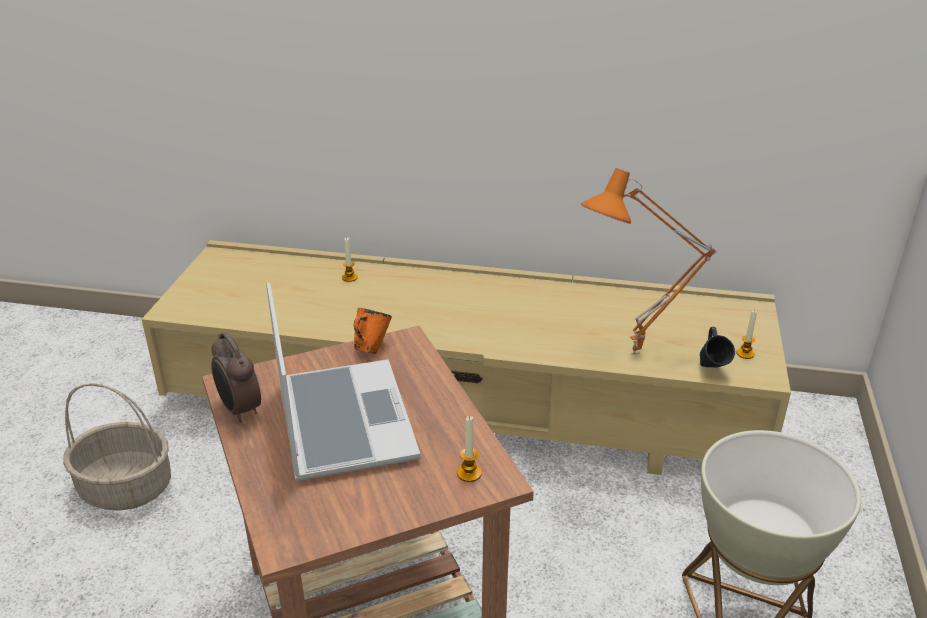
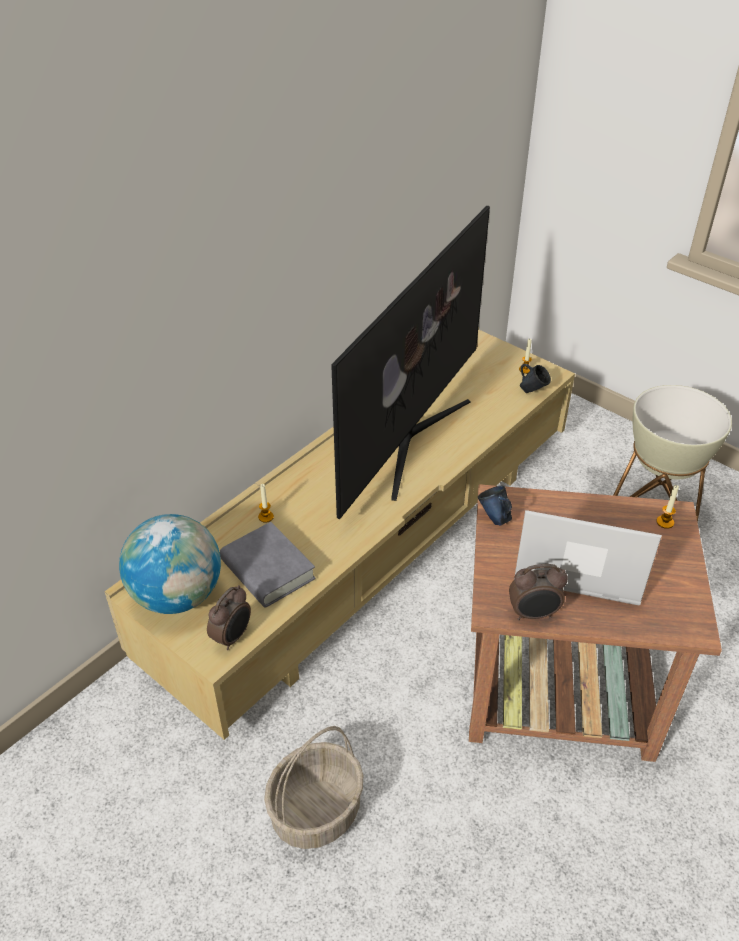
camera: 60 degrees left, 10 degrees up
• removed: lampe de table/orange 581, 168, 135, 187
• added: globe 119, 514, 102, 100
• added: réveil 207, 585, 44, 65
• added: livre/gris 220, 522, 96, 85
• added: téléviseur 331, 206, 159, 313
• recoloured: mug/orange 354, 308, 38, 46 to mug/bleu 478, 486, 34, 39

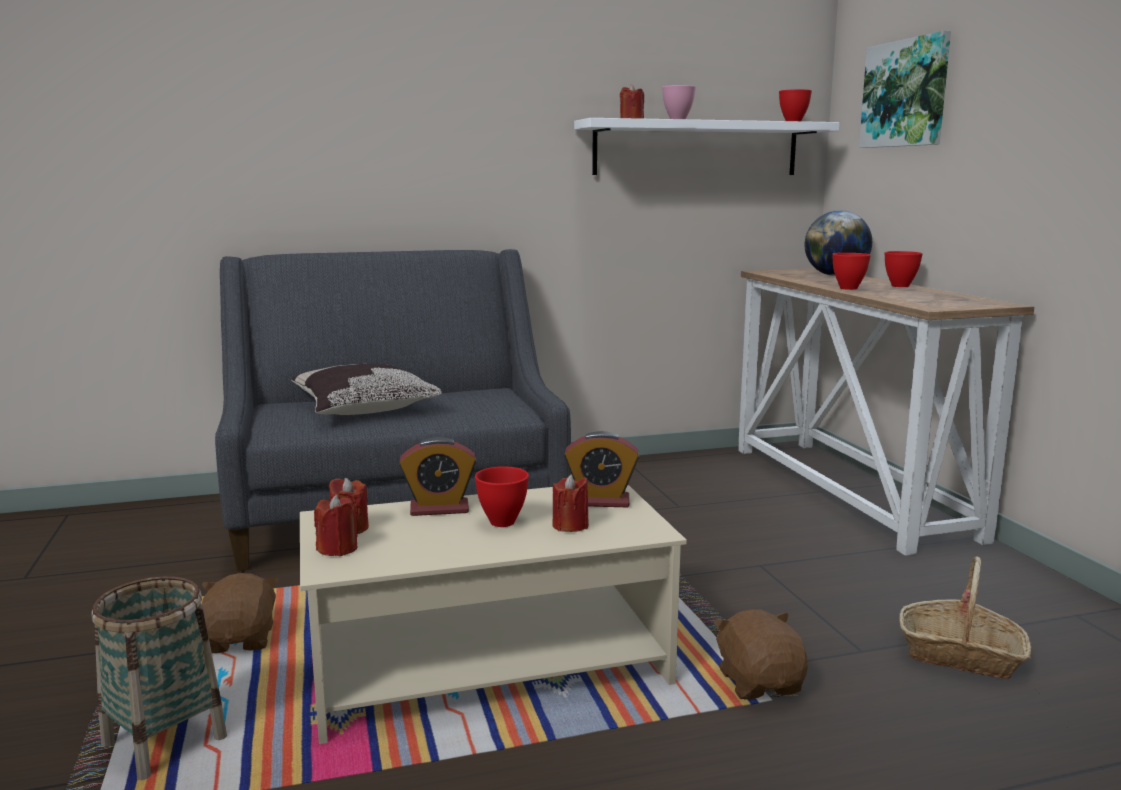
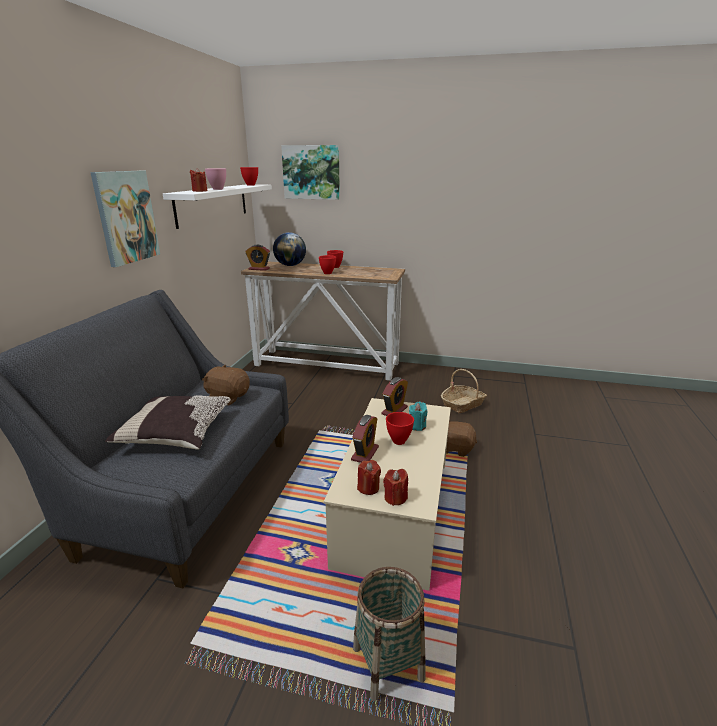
camera: 60 degrees left, 10 degrees up
• added: tableau 90, 171, 70, 96
• added: réveil 245, 245, 25, 26
• moved: peluche/marron 202, 573, 76, 80 to 202, 365, 48, 41
• recoloured: bougie/rouge 553, 474, 36, 58 to bougie/turquoise 409, 402, 19, 29

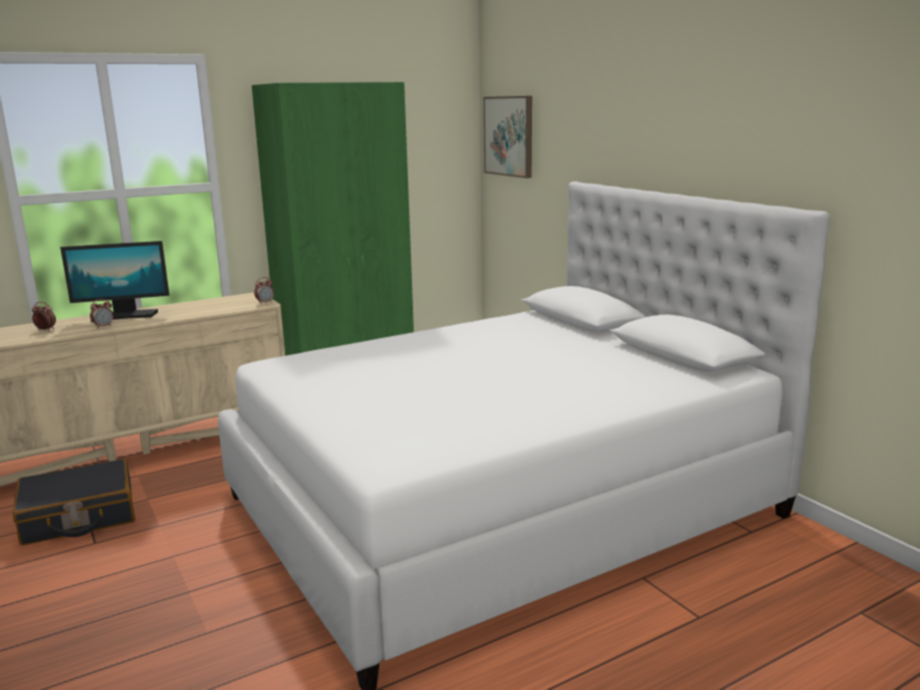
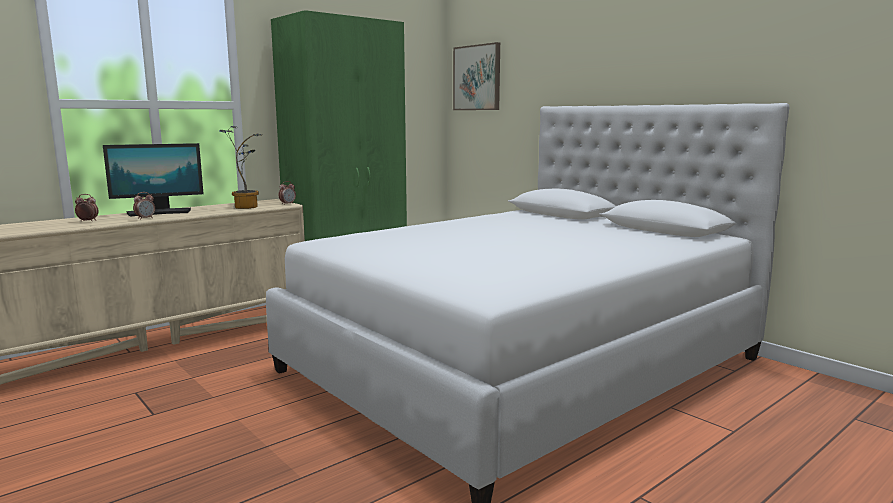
camera: 10 degrees left, 5 degrees down
• removed: valise/noir 13, 459, 122, 86
• added: plante en pot 219, 126, 43, 83

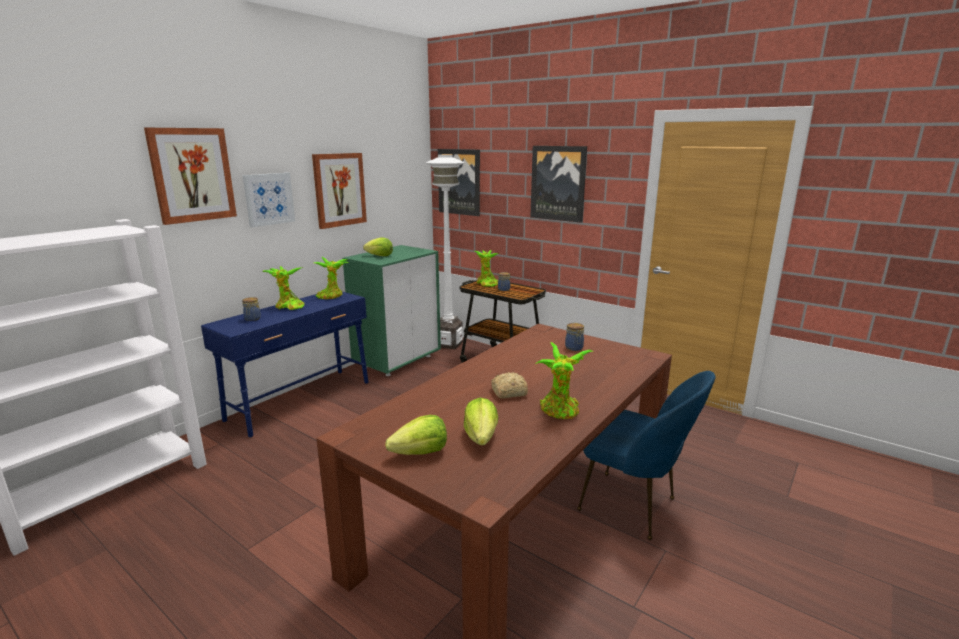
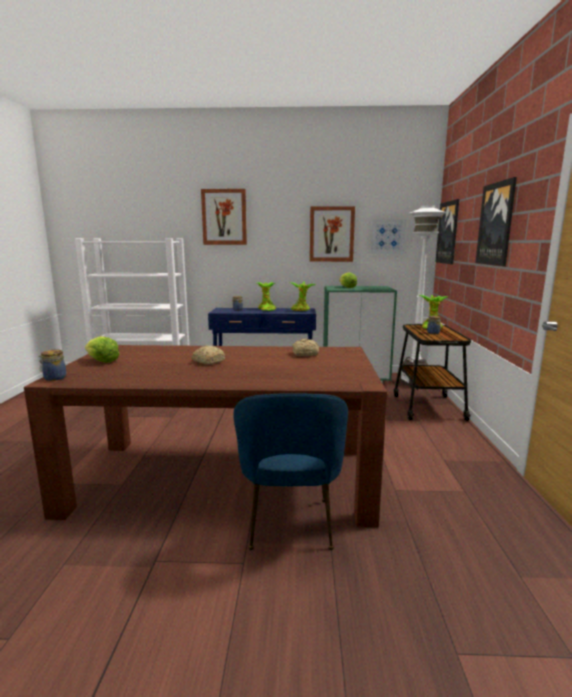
camera: 55 degrees right, 5 degrees down
• removed: laitue 464, 398, 34, 47
• removed: plante en pot 536, 342, 57, 77
• added: pain 293, 339, 26, 17
• moved: tableau 243, 173, 52, 54 to 370, 219, 36, 35
• moved: bocal 565, 323, 19, 28 to 39, 350, 27, 31

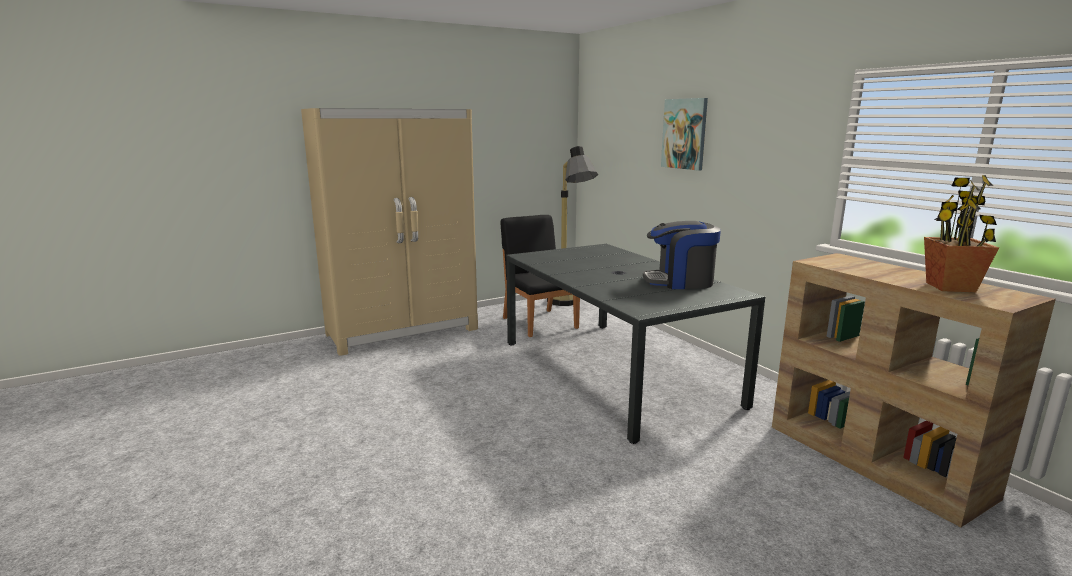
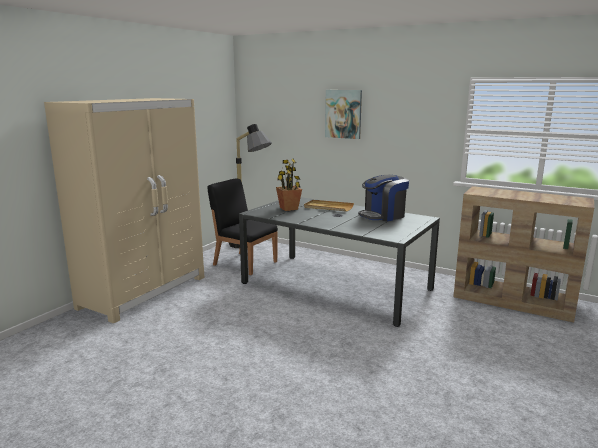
camera: 30 degrees left, 0 degrees up
• added: plateau/beige 304, 200, 50, 12
• moved: plante en pot 924, 175, 75, 117 to 276, 159, 26, 52

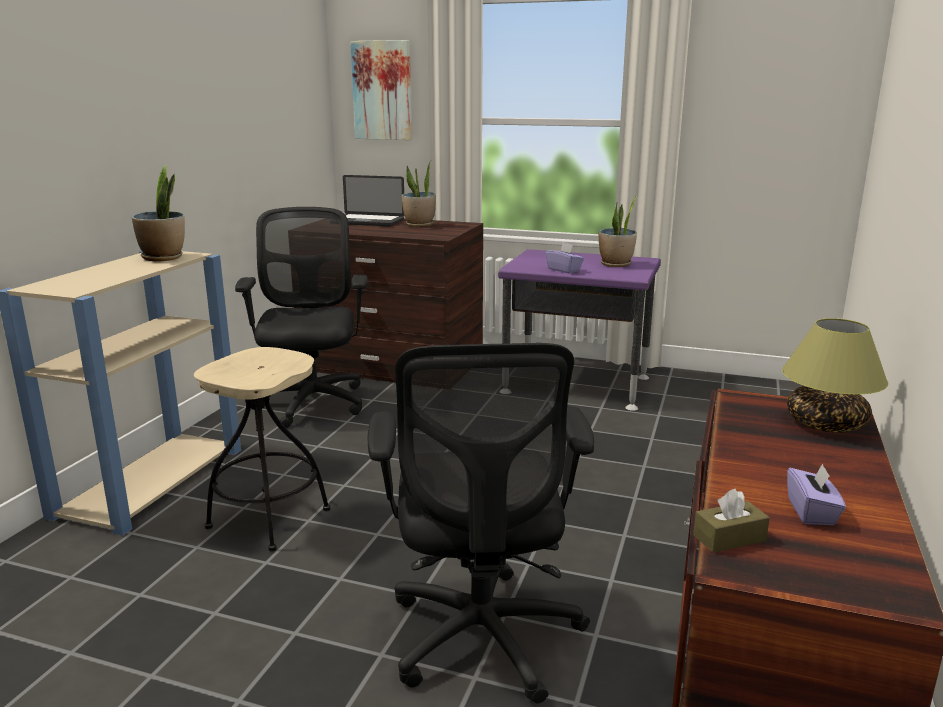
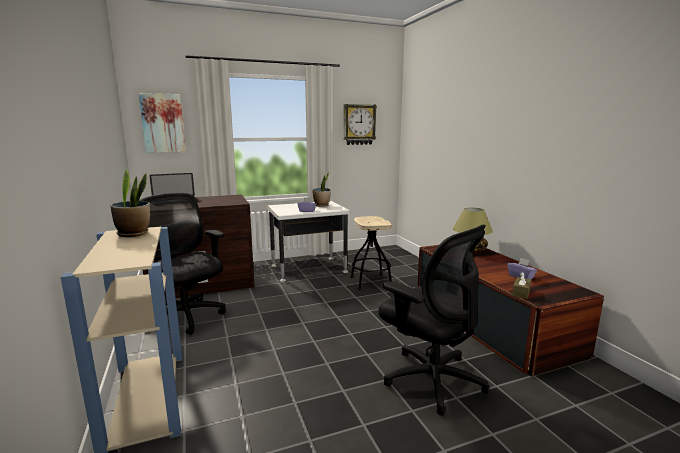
camera: 40 degrees left, 5 degrees down
• removed: plante en pot 401, 161, 35, 66
• added: horloge murale 344, 104, 33, 41
• moved: tabouret/beige 194, 347, 136, 205 to 351, 216, 41, 74
• recoloured: bureau/violet 498, 249, 163, 162 to bureau/blanc 267, 201, 84, 81

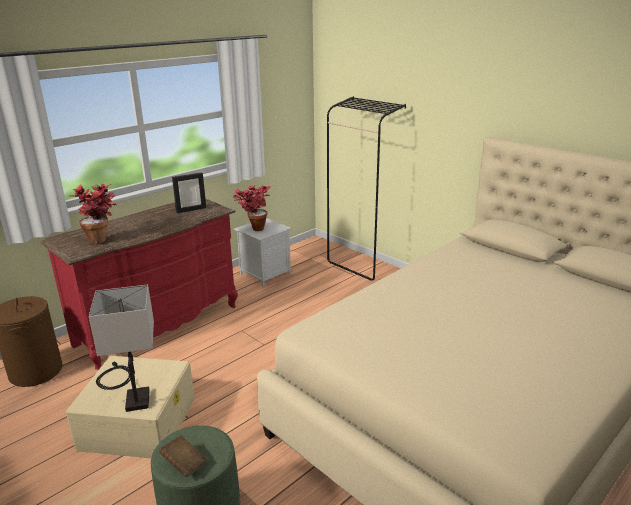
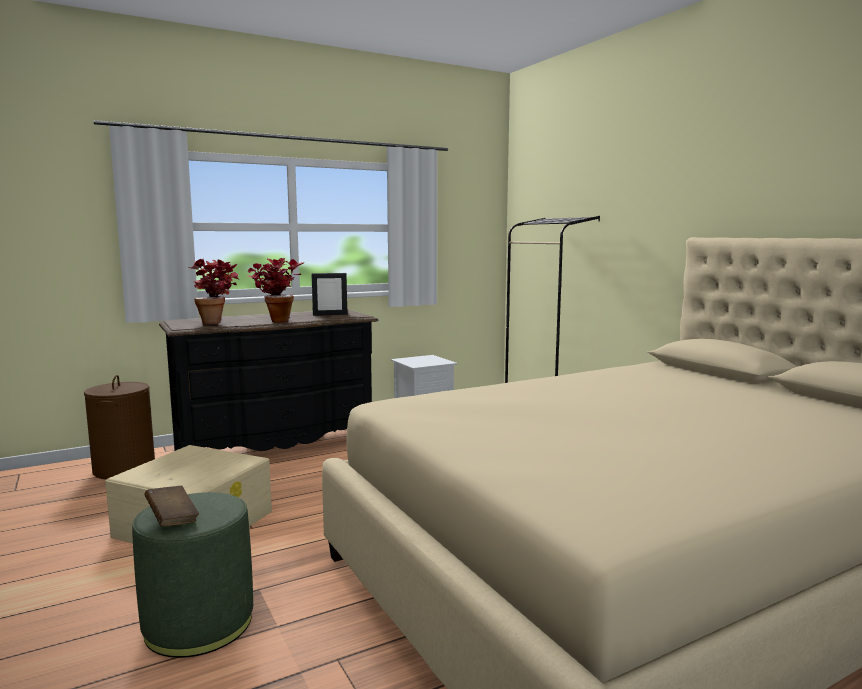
camera: 15 degrees right, 15 degrees down
• removed: lampe de table 89, 285, 65, 127
• moved: plante en pot 233, 185, 38, 46 to 248, 258, 57, 65
• recoloured: commode/rouge 41, 198, 197, 172 to commode/noir 159, 309, 220, 142

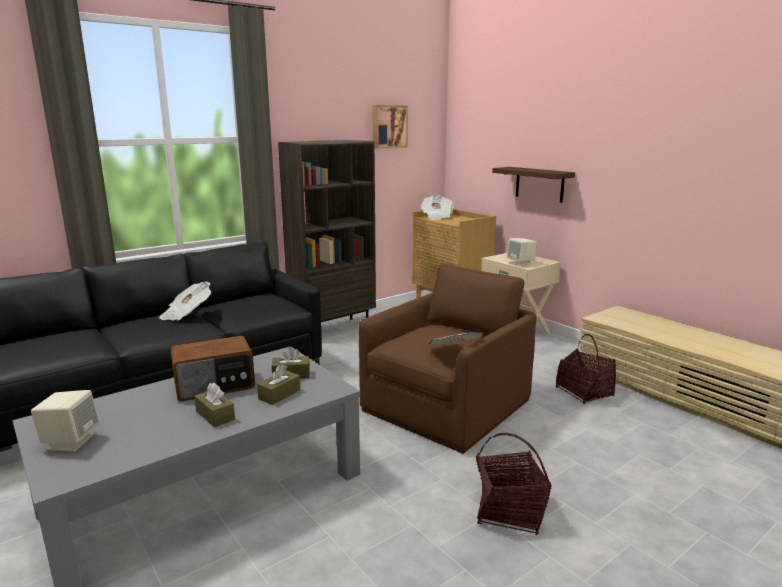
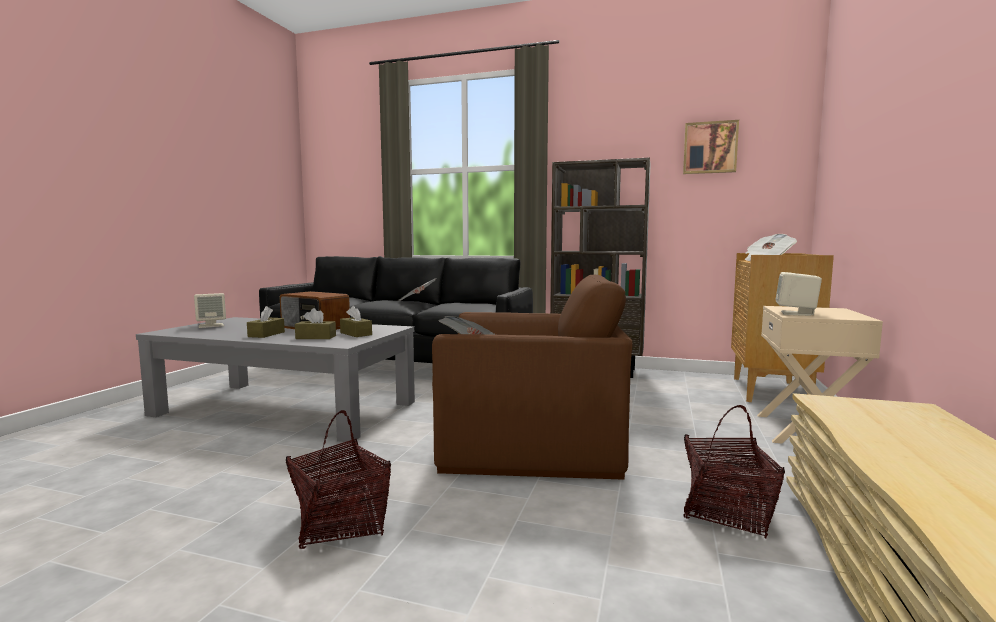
camera: 55 degrees right, 10 degrees down
• removed: étagère 492, 167, 83, 36

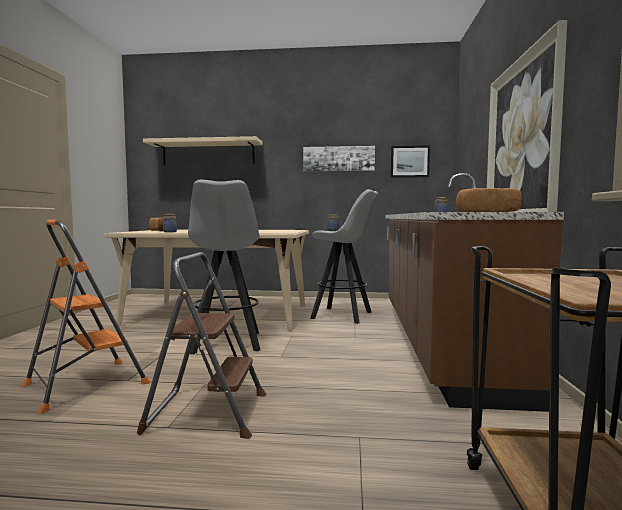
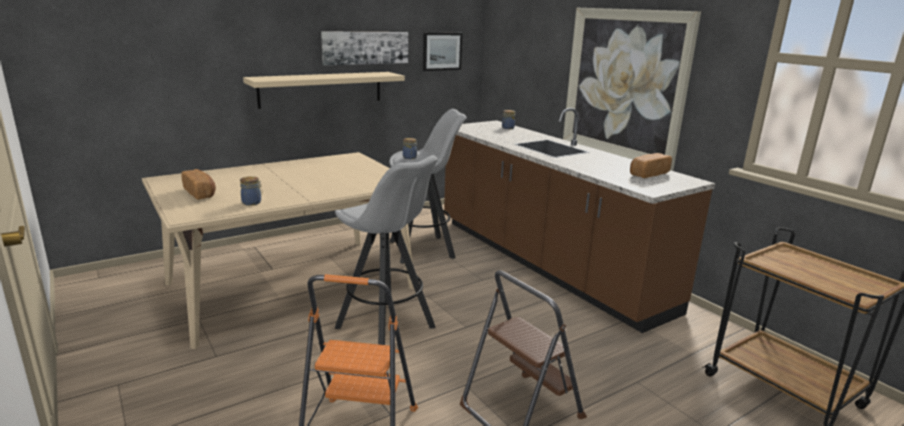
camera: 40 degrees left, 15 degrees up
• moved: étagère/beige 143, 136, 119, 29 to 243, 72, 162, 37

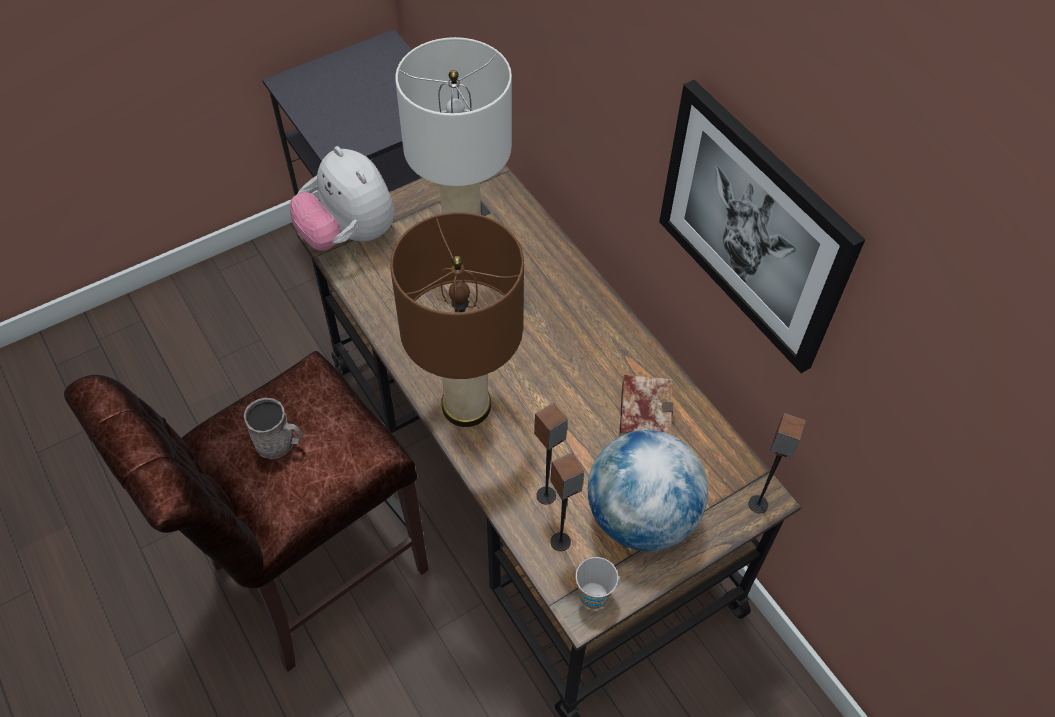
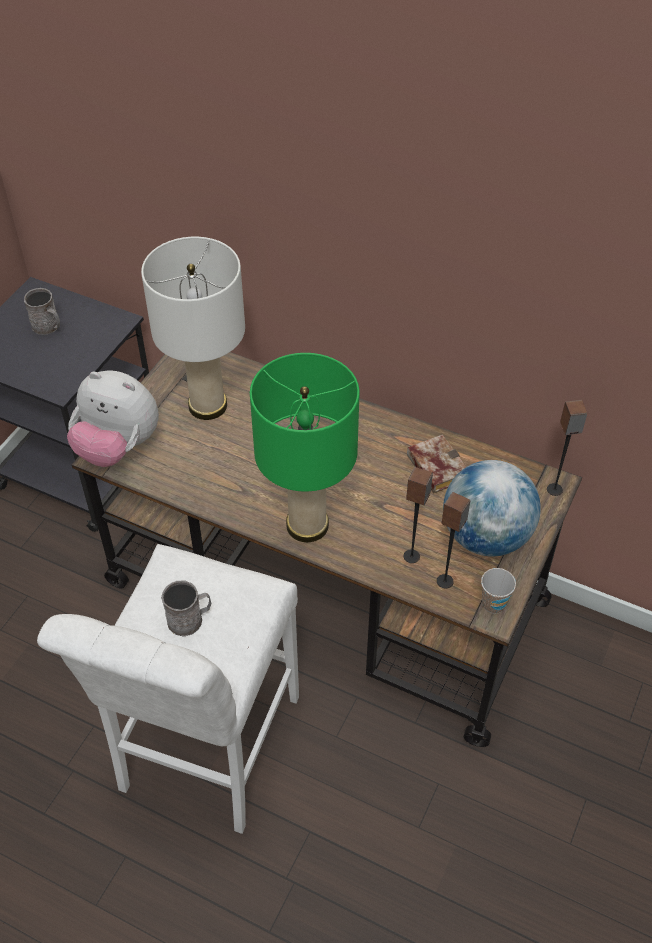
camera: 30 degrees left, 5 degrees down
• removed: tableau 659, 80, 206, 293
• added: mug/gris 24, 288, 36, 47
• recoloured: tabouret/marron 64, 351, 365, 321 to tabouret/blanc 37, 544, 262, 290
• recoloured: lampe de table/marron 390, 212, 134, 215 to lampe de table/vert 250, 353, 110, 189

